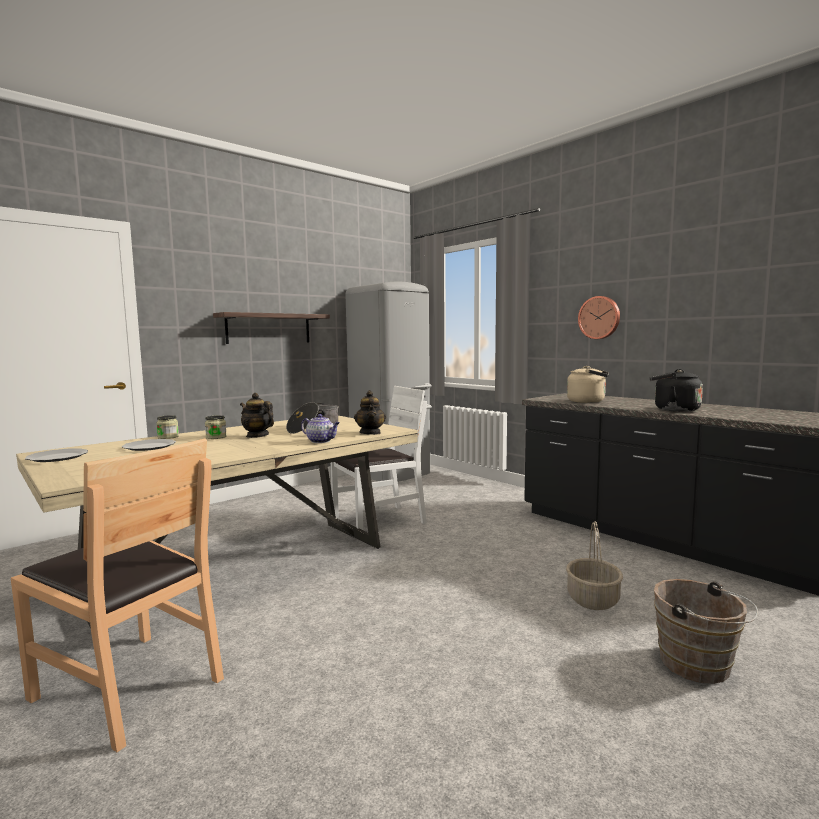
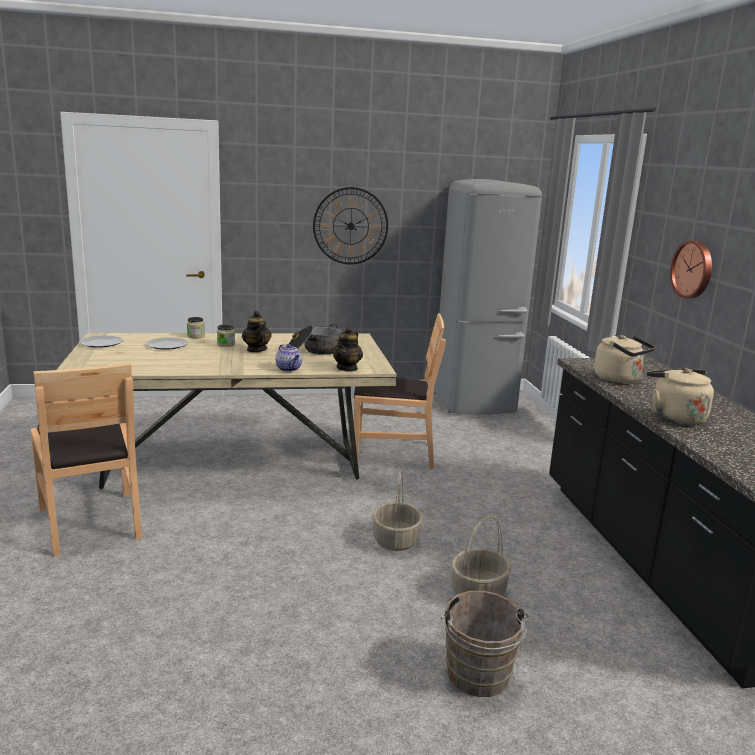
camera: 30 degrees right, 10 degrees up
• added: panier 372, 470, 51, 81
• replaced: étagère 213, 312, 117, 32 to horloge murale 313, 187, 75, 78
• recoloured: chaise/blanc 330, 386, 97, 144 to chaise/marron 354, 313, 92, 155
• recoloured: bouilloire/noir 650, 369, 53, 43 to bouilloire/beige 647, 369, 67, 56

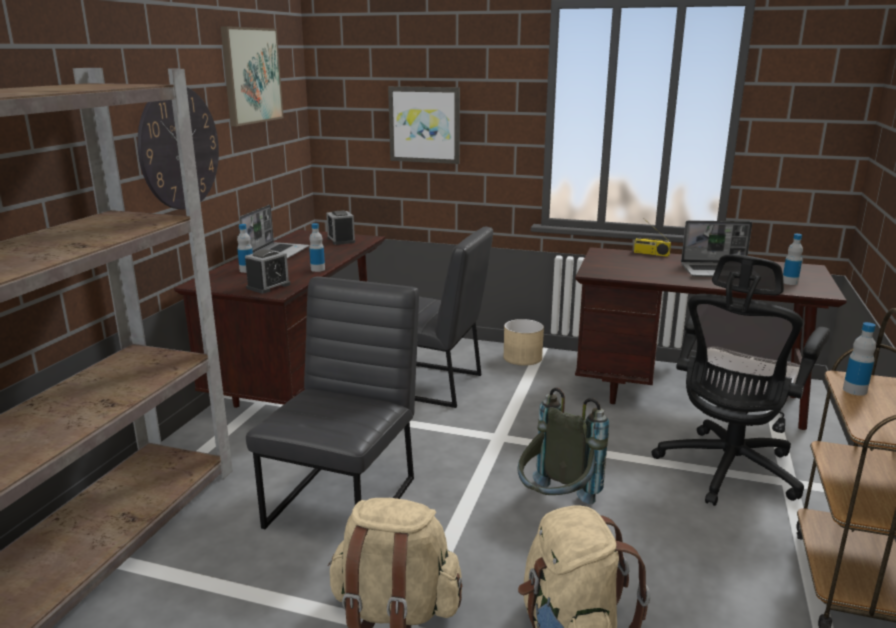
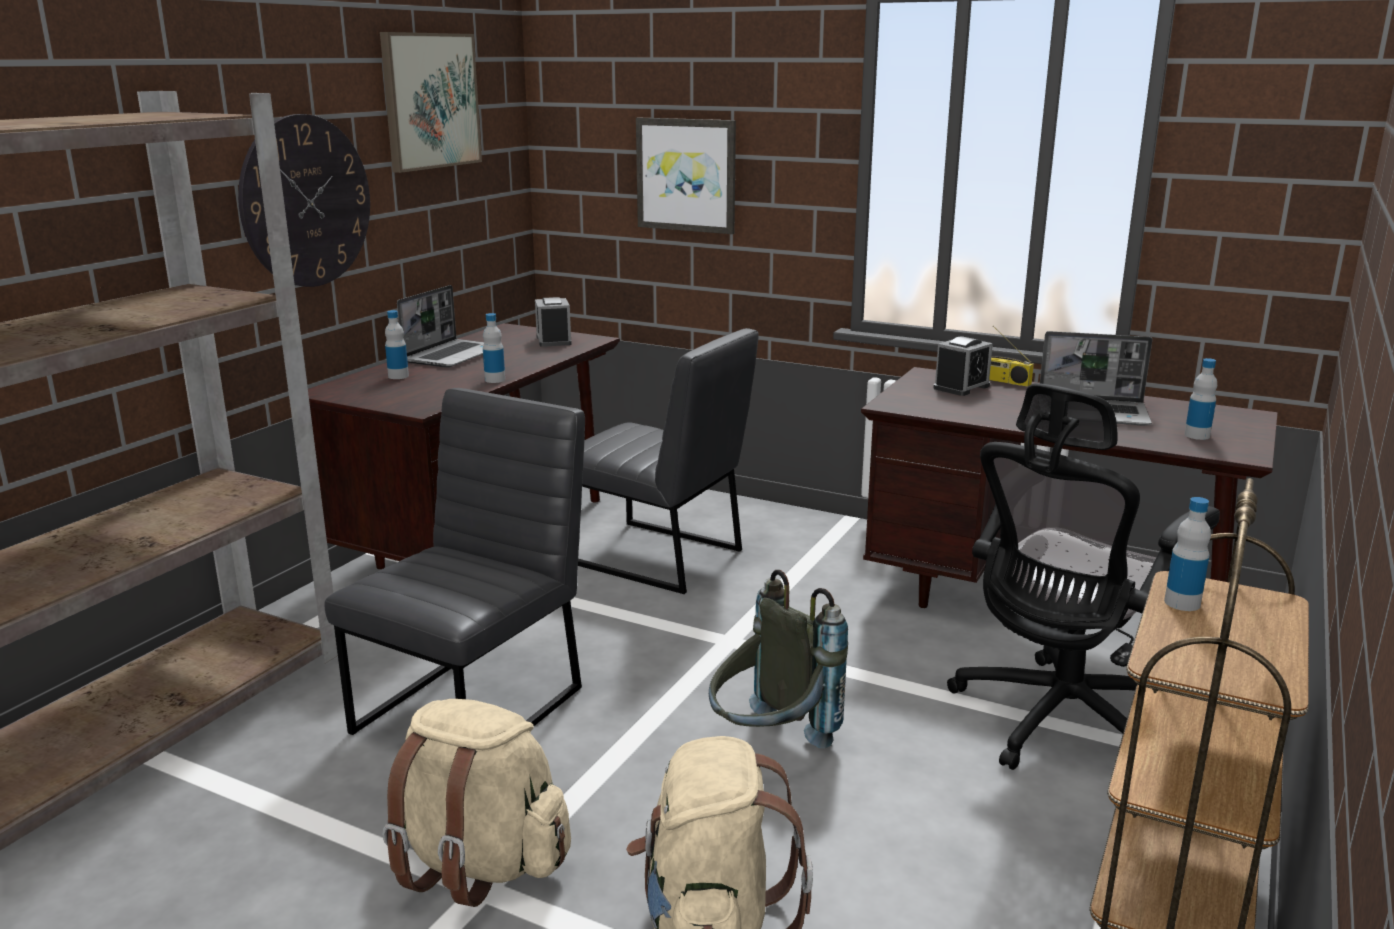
camera: 10 degrees right, 0 degrees up
• removed: cache-pot/beige 503, 319, 41, 47
• moved: réveil 245, 249, 46, 45 to 933, 336, 60, 60

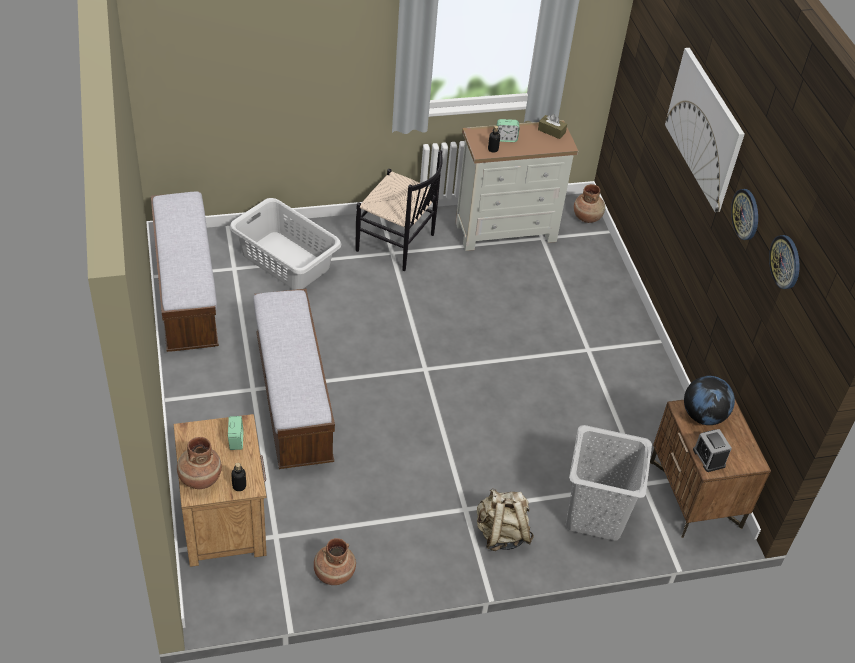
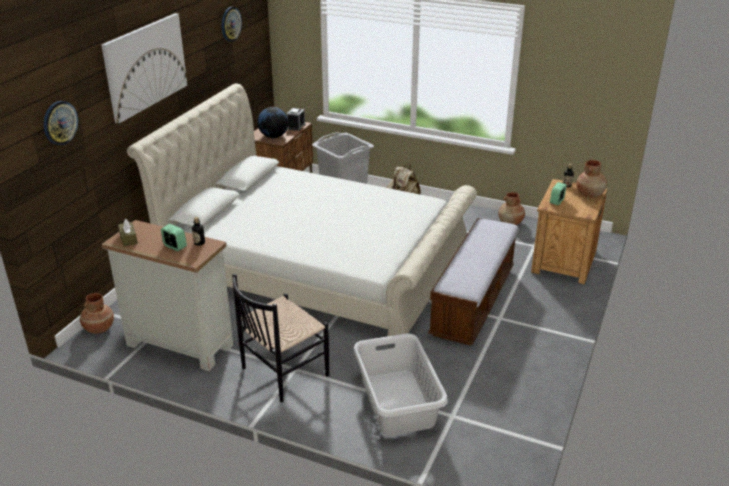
camera: 140 degrees left, 15 degrees down
• removed: banc 151, 192, 68, 160
• added: lit/beige 127, 84, 350, 252
• moved: horloge murale 731, 189, 27, 51 to 44, 101, 34, 44
• turned: chaise/noir 356, 150, 87, 121 = 232, 274, 97, 128 105 degrees counterclockwise

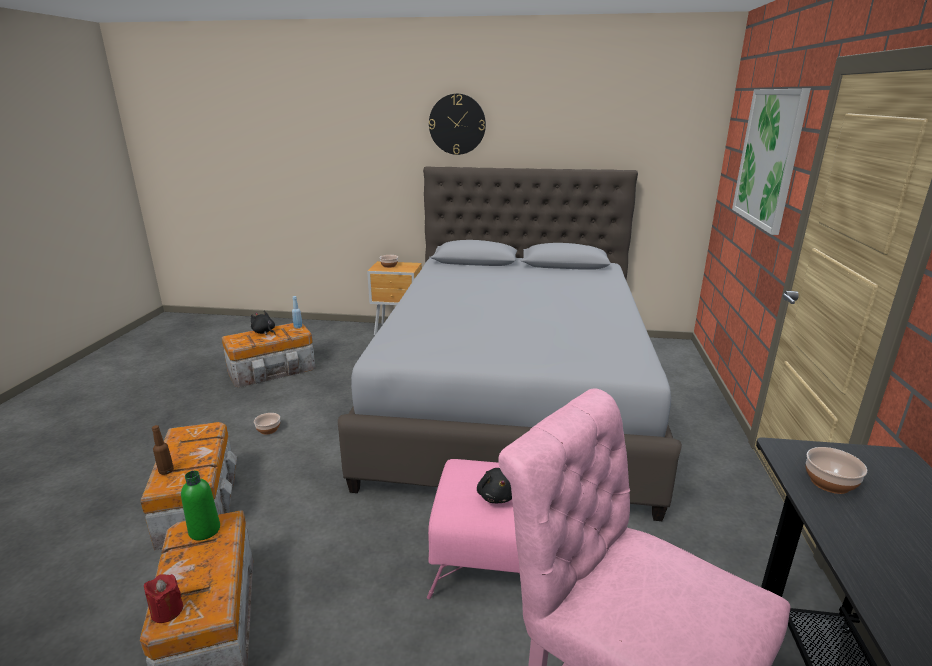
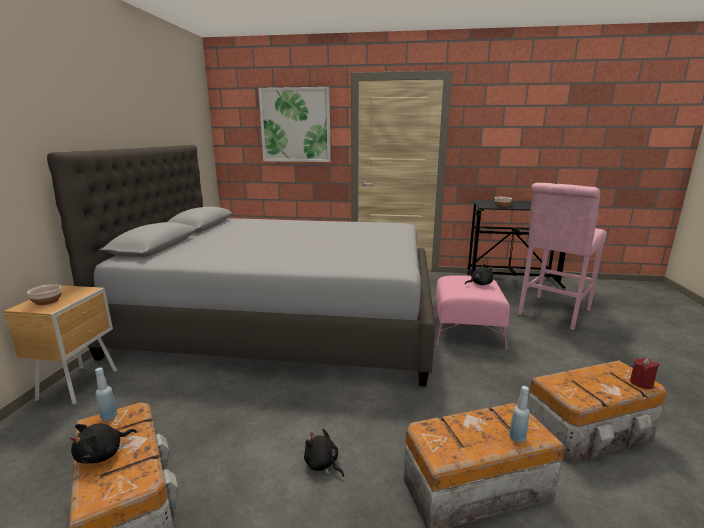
camera: 90 degrees left, 5 degrees down
• removed: bouteille/vert 181, 471, 39, 70
• removed: horloge murale 429, 94, 57, 61
• replaced: bol 254, 413, 26, 21 to peluche/noir 304, 428, 40, 49
• recoloured: bouteille/marron 152, 425, 22, 50 to bouteille/bleu 509, 386, 21, 57

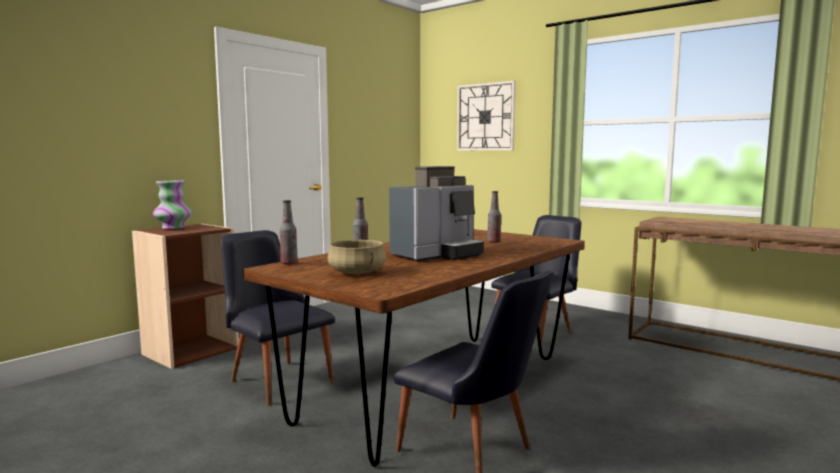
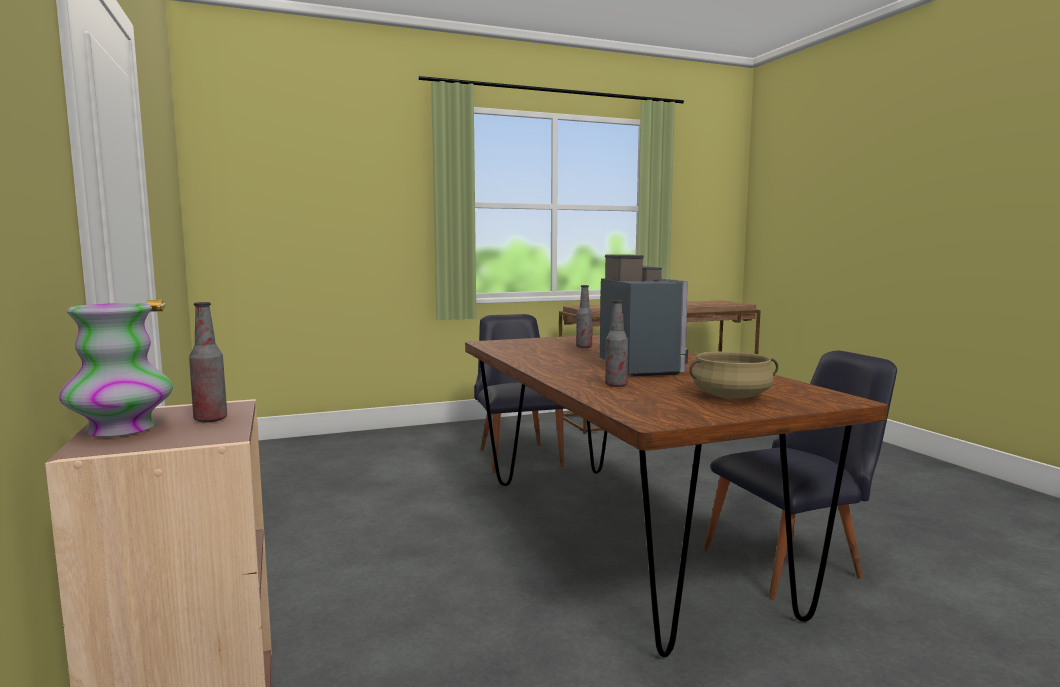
camera: 60 degrees left, 0 degrees up
• removed: chaise/noir 220, 230, 115, 176
• removed: horloge murale 457, 81, 59, 70
• moved: bouteille 280, 200, 18, 65 to 189, 302, 38, 121

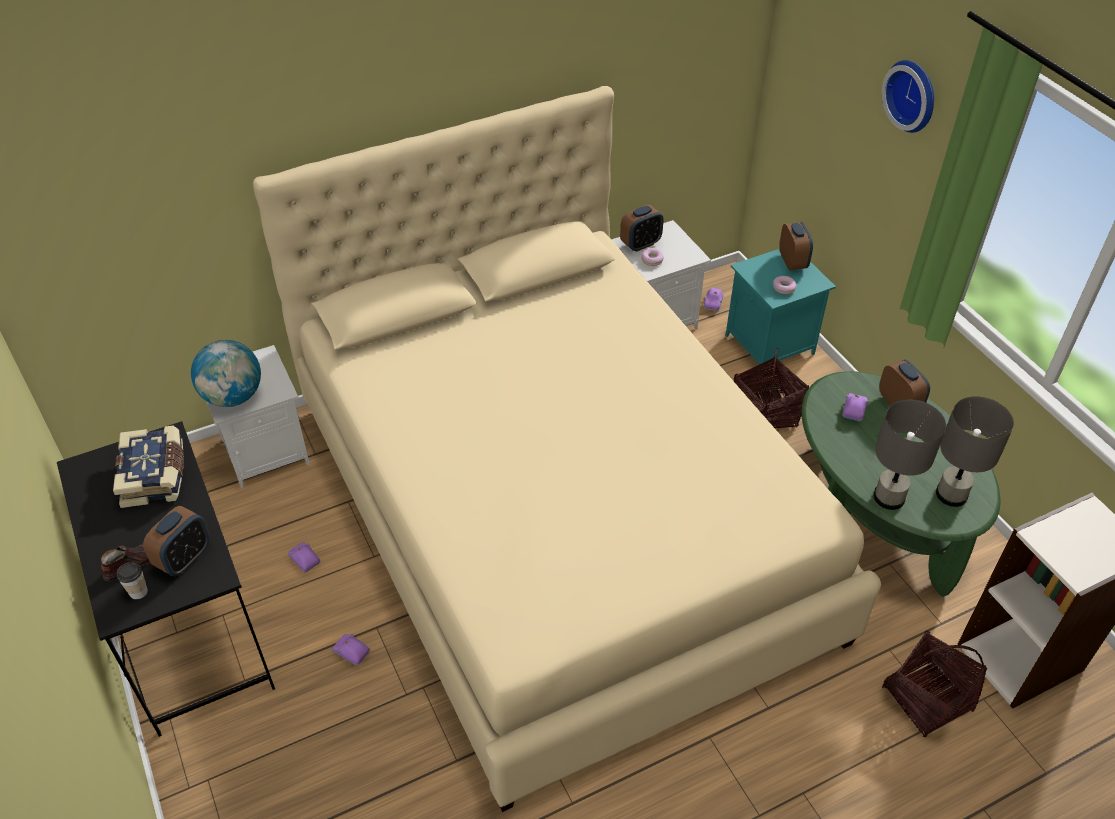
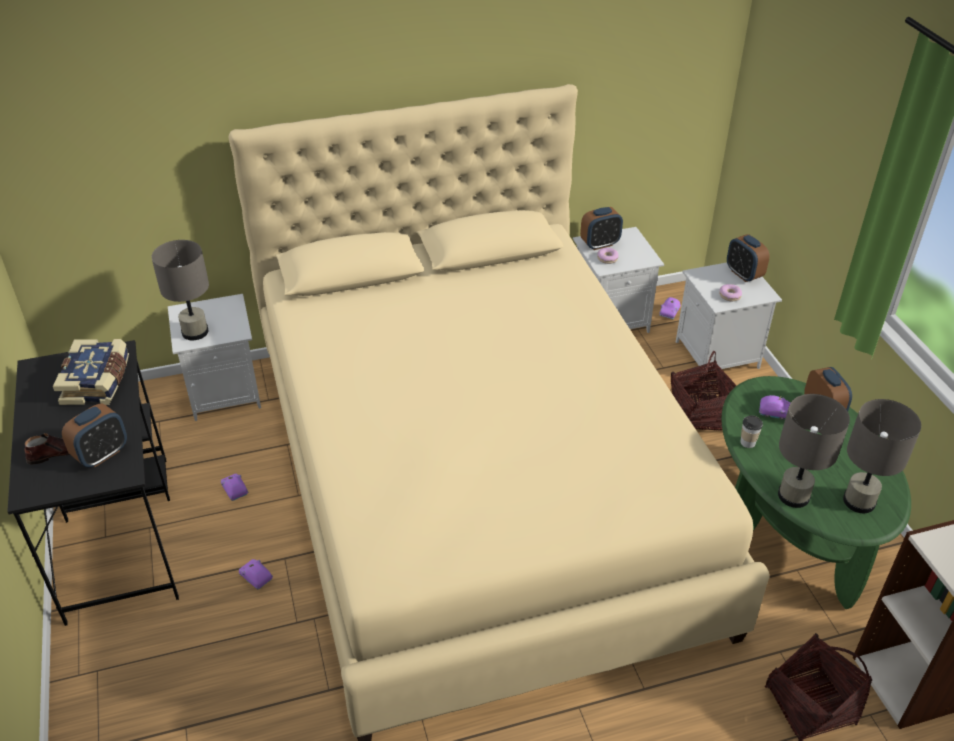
camera: 10 degrees right, 5 degrees down
• removed: horloge murale 882, 60, 52, 73
• moved: tasse 117, 562, 31, 37 to 740, 415, 23, 33
• replaced: globe 191, 340, 70, 67 to lampe de table/gris 152, 240, 57, 100
• recoloured: table de chevet/turquoise 725, 249, 111, 115 to table de chevet/gris 676, 263, 106, 108
• turned: réveil 779, 222, 34, 48 = 727, 234, 43, 48 150 degrees clockwise
• turned: petite voiture/violet 842, 393, 27, 28 = 759, 395, 31, 25 75 degrees clockwise

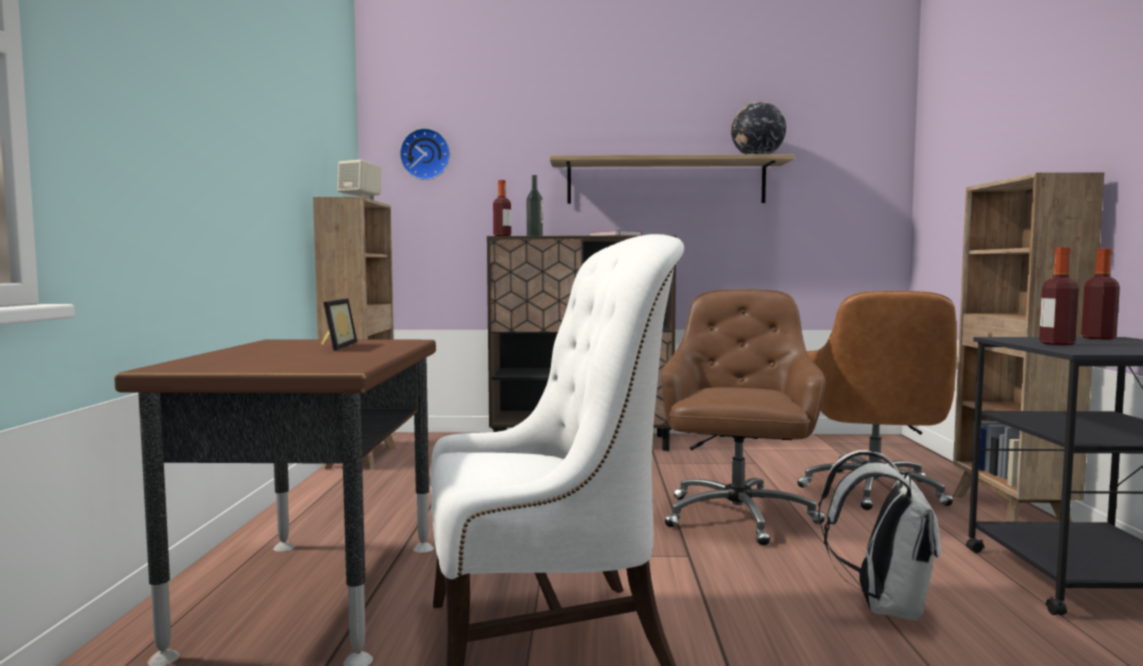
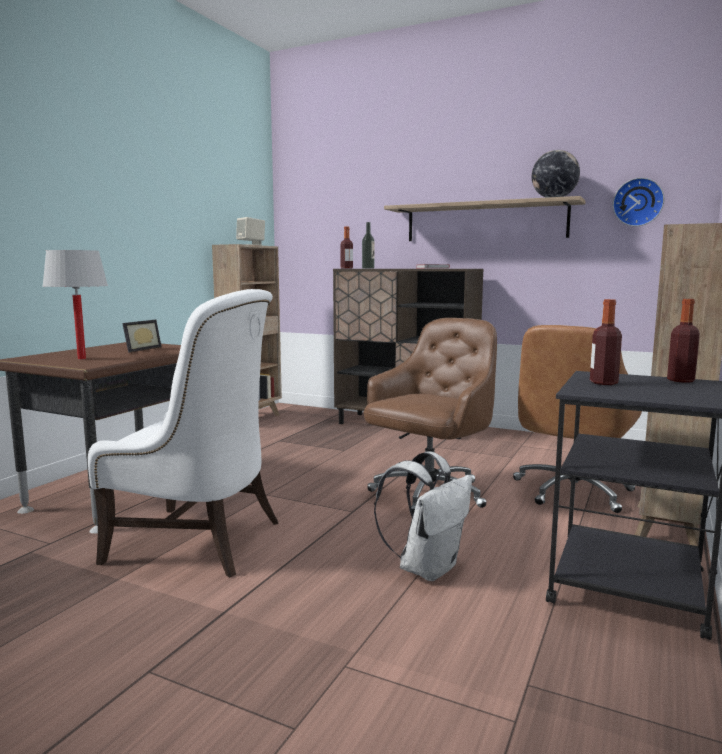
camera: 25 degrees right, 5 degrees up
• added: lampe de table/blanc 43, 250, 65, 109
• moved: horloge murale 399, 128, 51, 52 to 613, 178, 51, 48

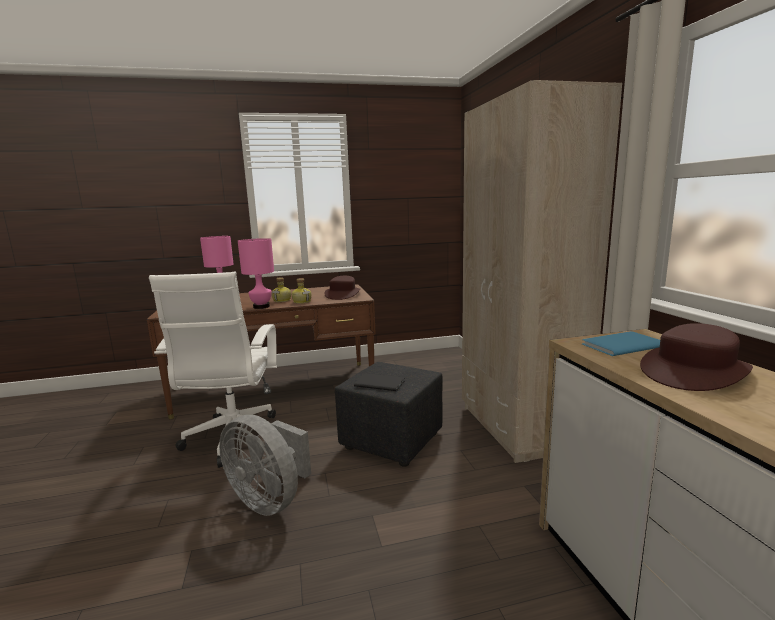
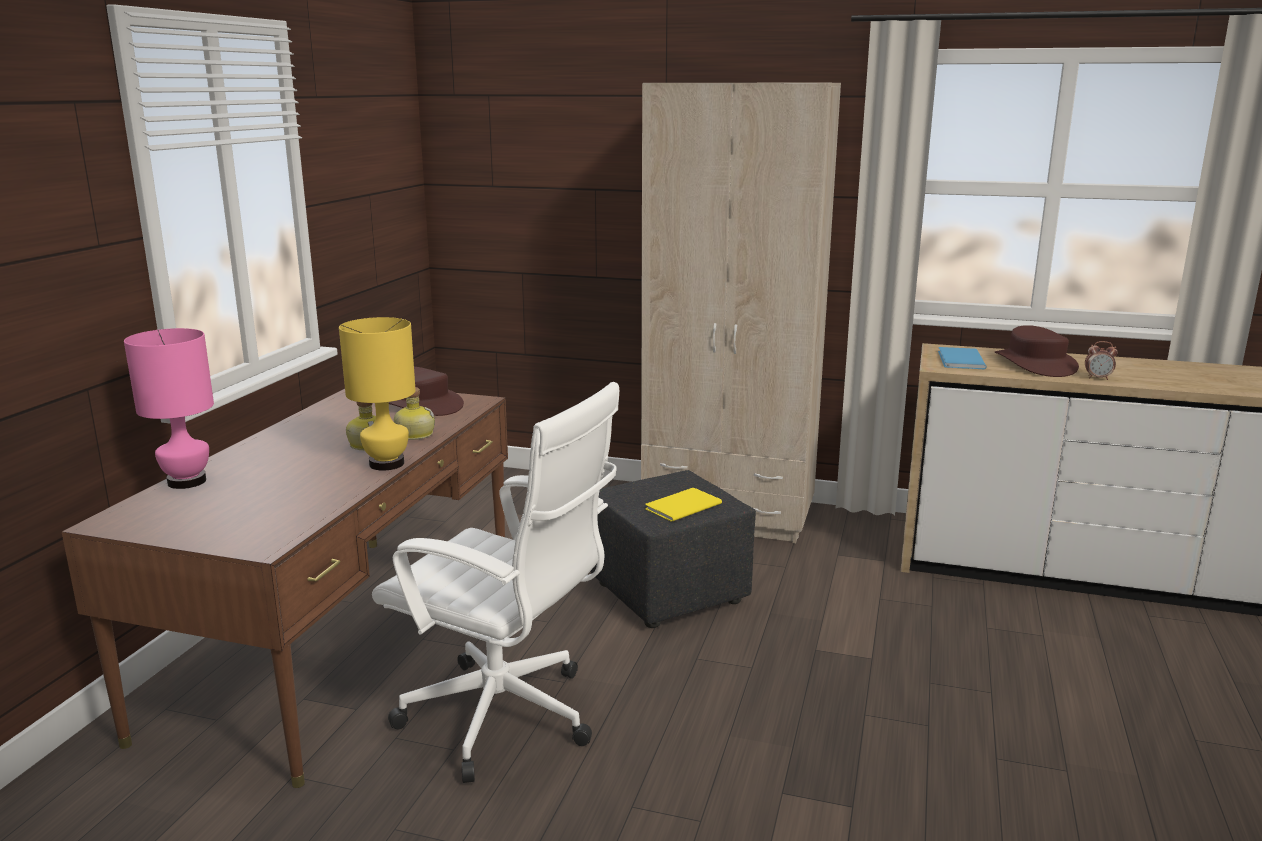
camera: 60 degrees left, 5 degrees up
• removed: ventilateur/gris 219, 415, 92, 101
• added: réveil 1085, 341, 33, 39
• recoloured: lampe de table/rose 238, 238, 36, 71 to lampe de table/jaune 339, 317, 77, 154
• recoloured: livre/noir 354, 374, 50, 17 to livre/jaune 645, 488, 77, 34

